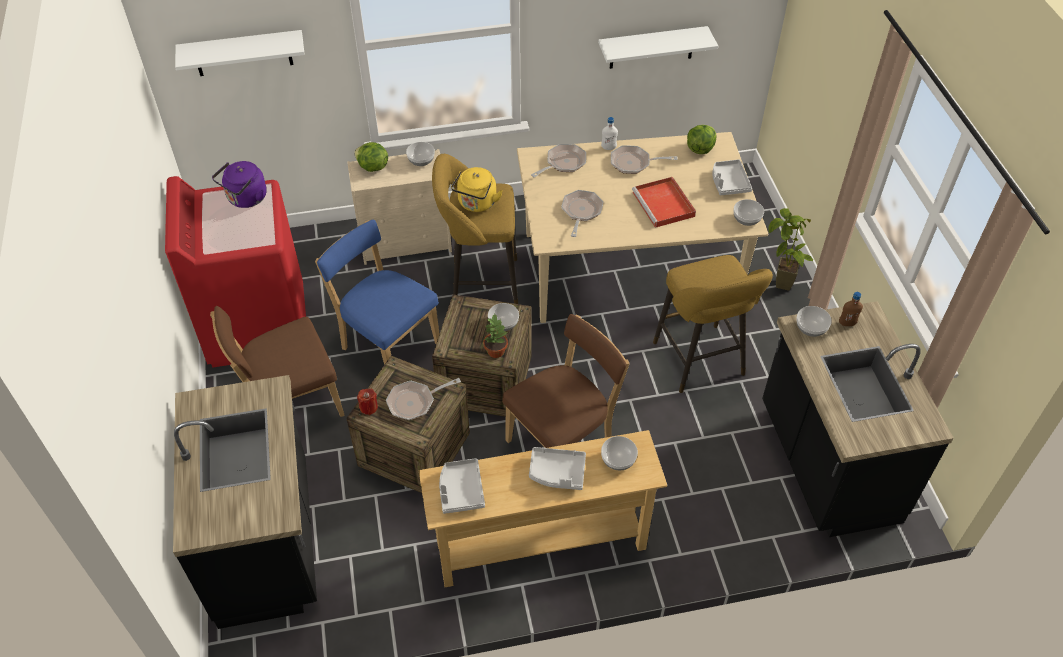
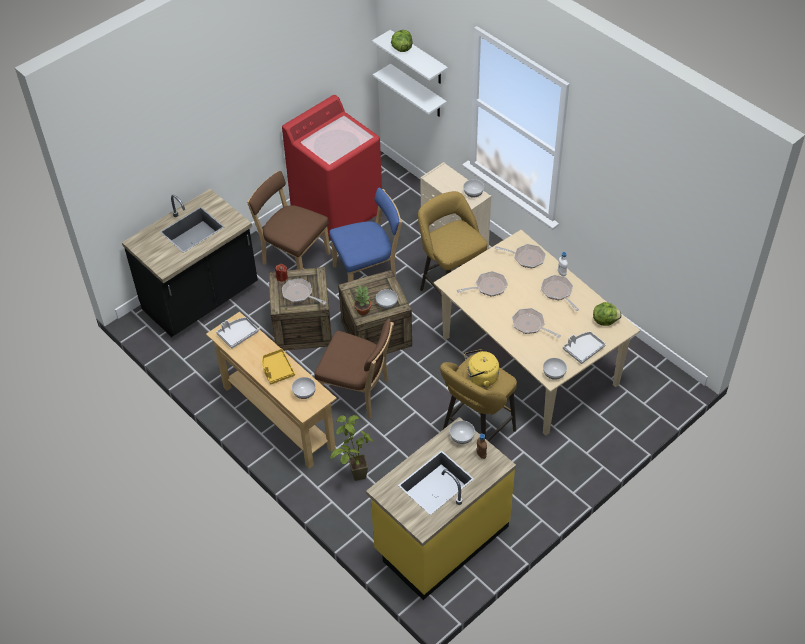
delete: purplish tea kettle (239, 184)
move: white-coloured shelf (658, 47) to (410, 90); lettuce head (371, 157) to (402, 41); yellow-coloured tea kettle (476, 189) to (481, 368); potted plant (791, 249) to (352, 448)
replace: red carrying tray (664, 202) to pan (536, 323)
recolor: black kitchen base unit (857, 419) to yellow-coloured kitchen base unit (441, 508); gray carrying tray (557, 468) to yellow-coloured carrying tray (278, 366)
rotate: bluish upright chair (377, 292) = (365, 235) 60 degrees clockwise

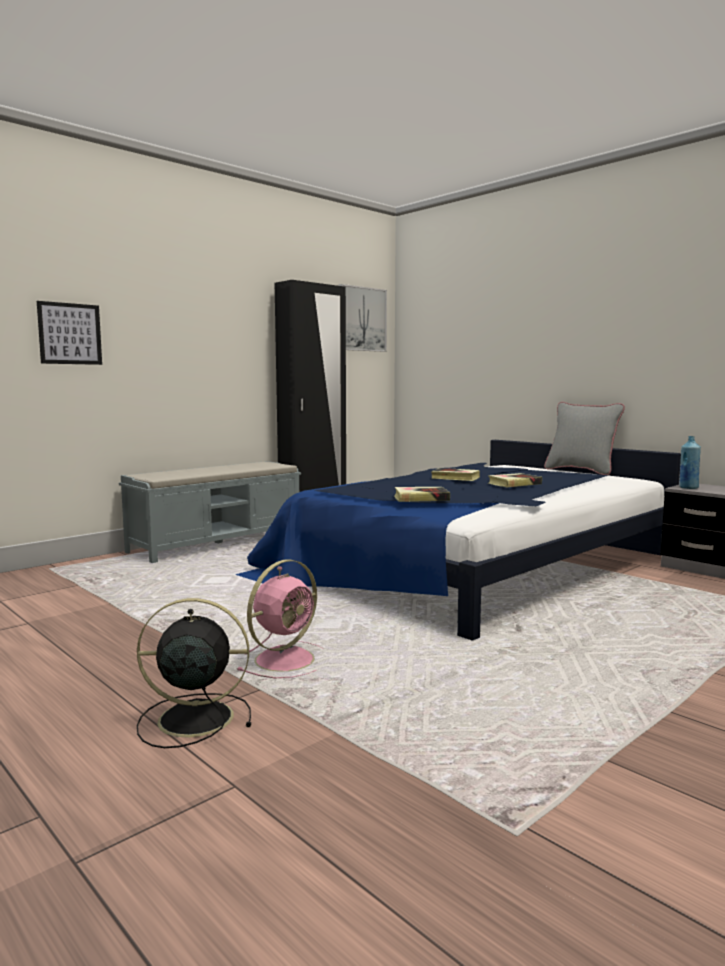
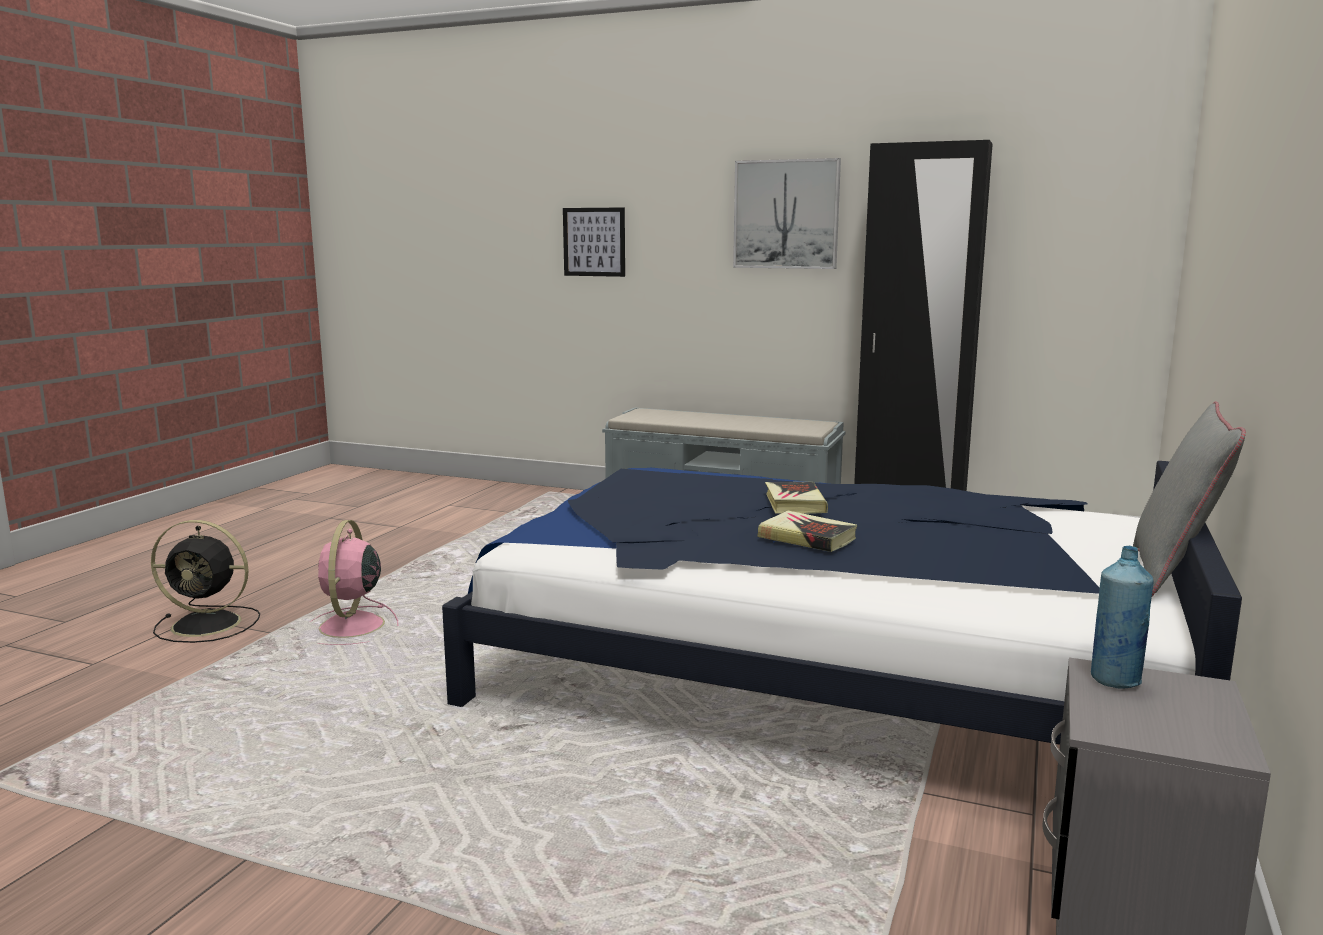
delete: volume (422, 494)
move: picture (363, 318) to (787, 213)
rotate: pinkish fan (280, 619) = (354, 582) 75 degrees clockwise; black fan (194, 673) = (205, 581) 120 degrees clockwise

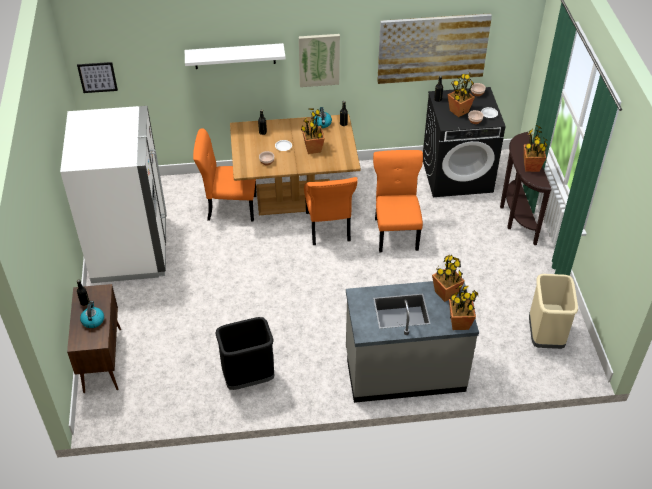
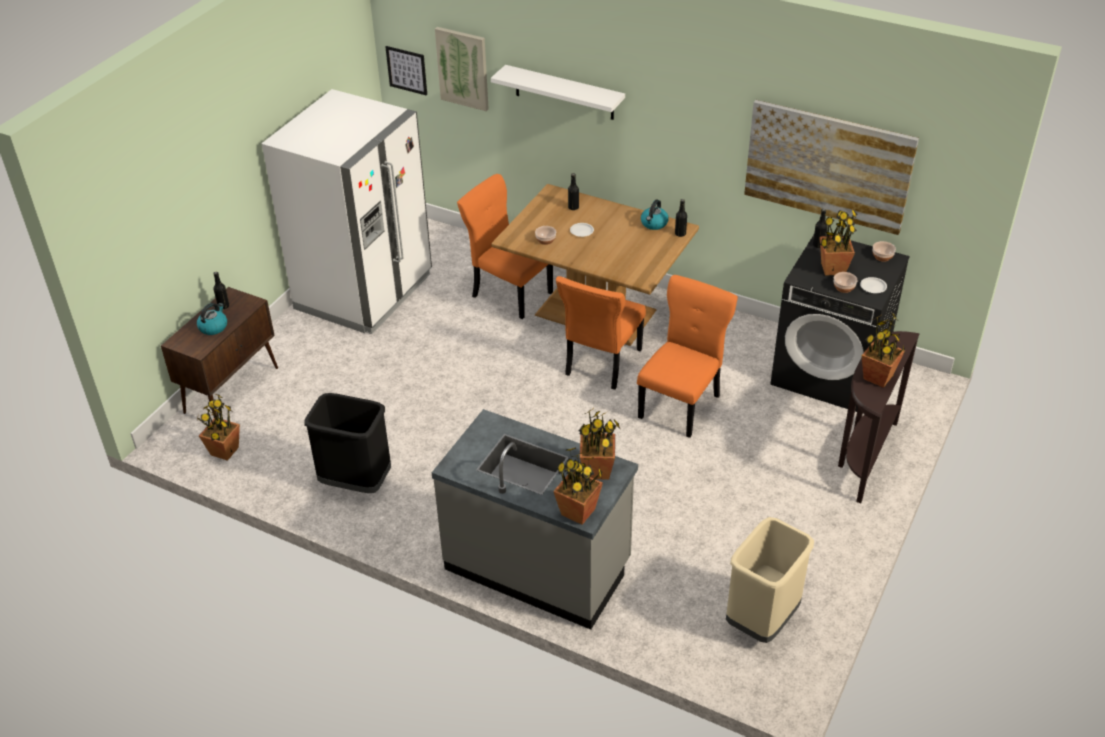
move: picture (319, 60) to (462, 69); potted plant (313, 131) to (218, 427)

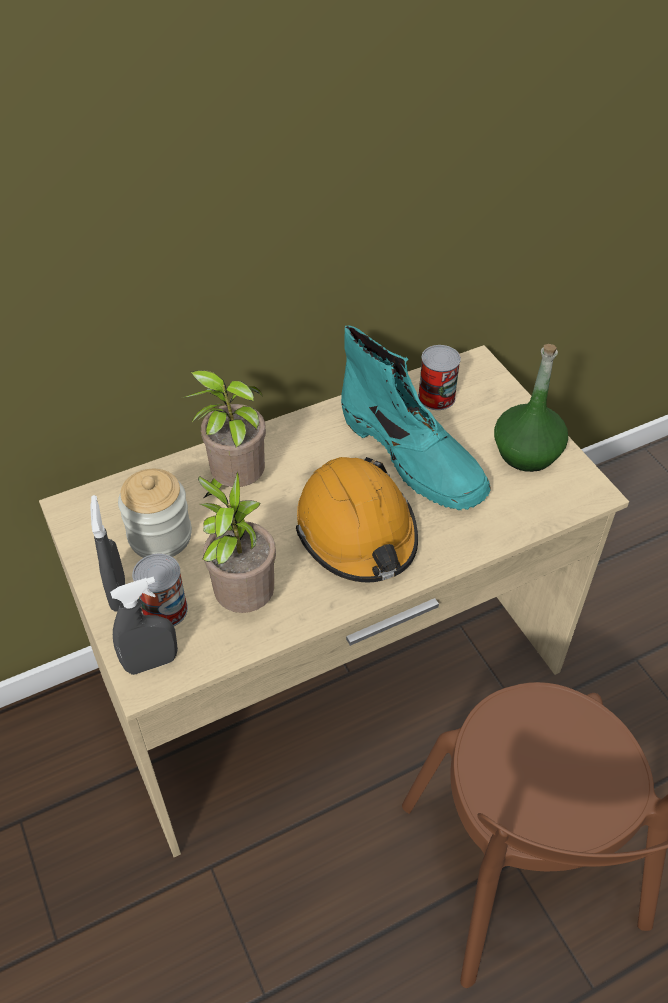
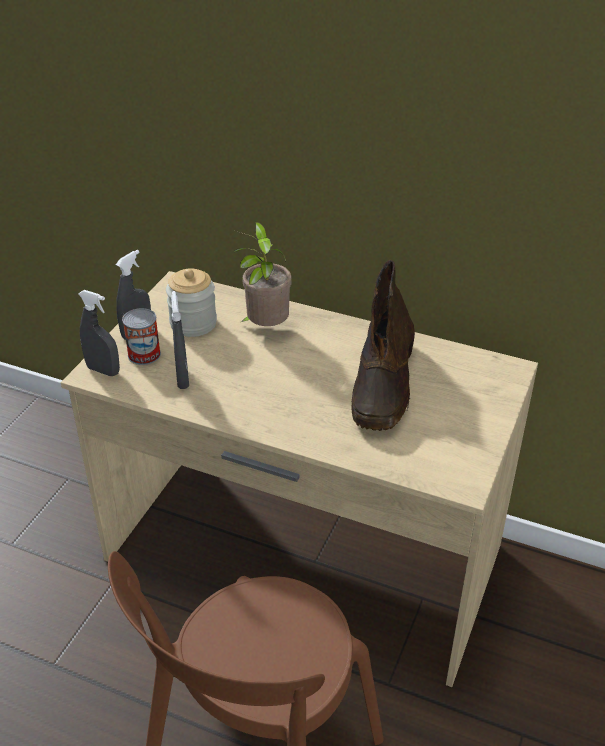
delete: greenish beverage bottle (531, 408); metal can (439, 377); orangey hard hat (357, 519)
replace: potted plant (237, 542) to gray sprayer (180, 340)
recolor: turquoise-coloured high-top boot (416, 418) to brown-coloured high-top boot (383, 345)

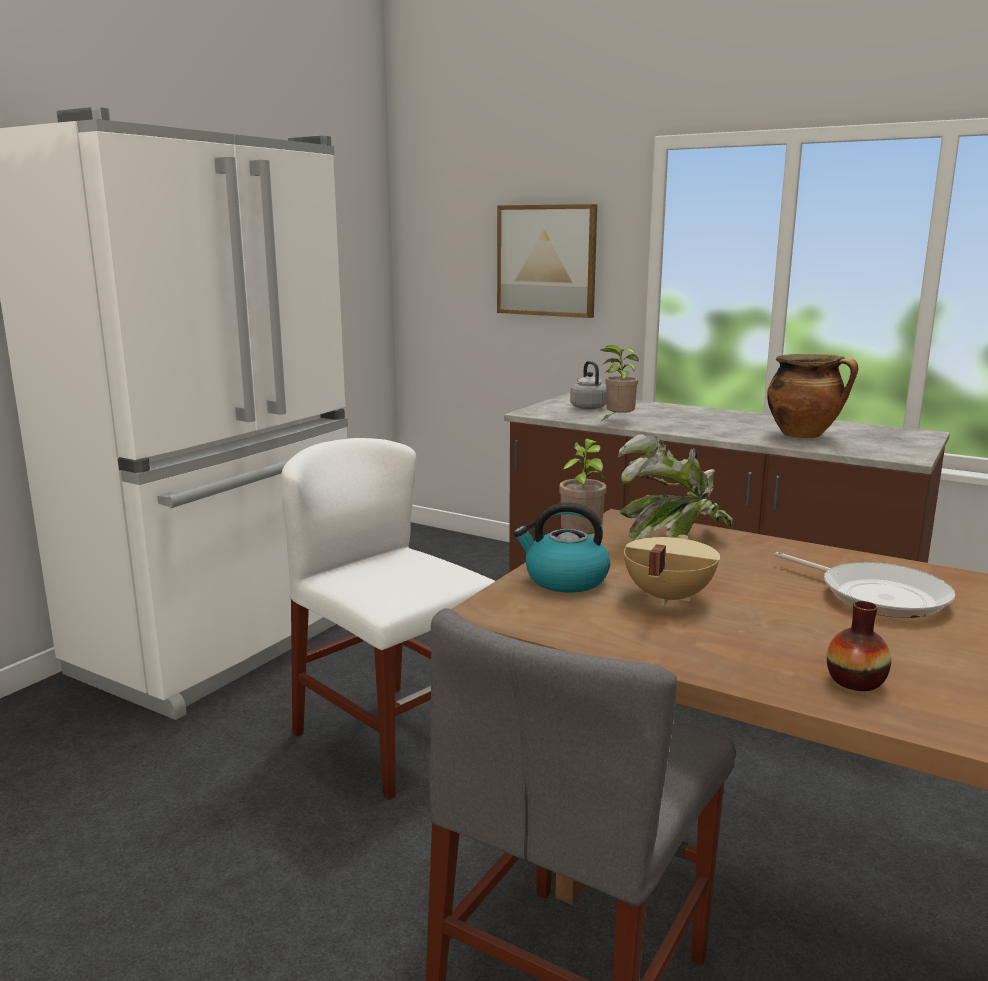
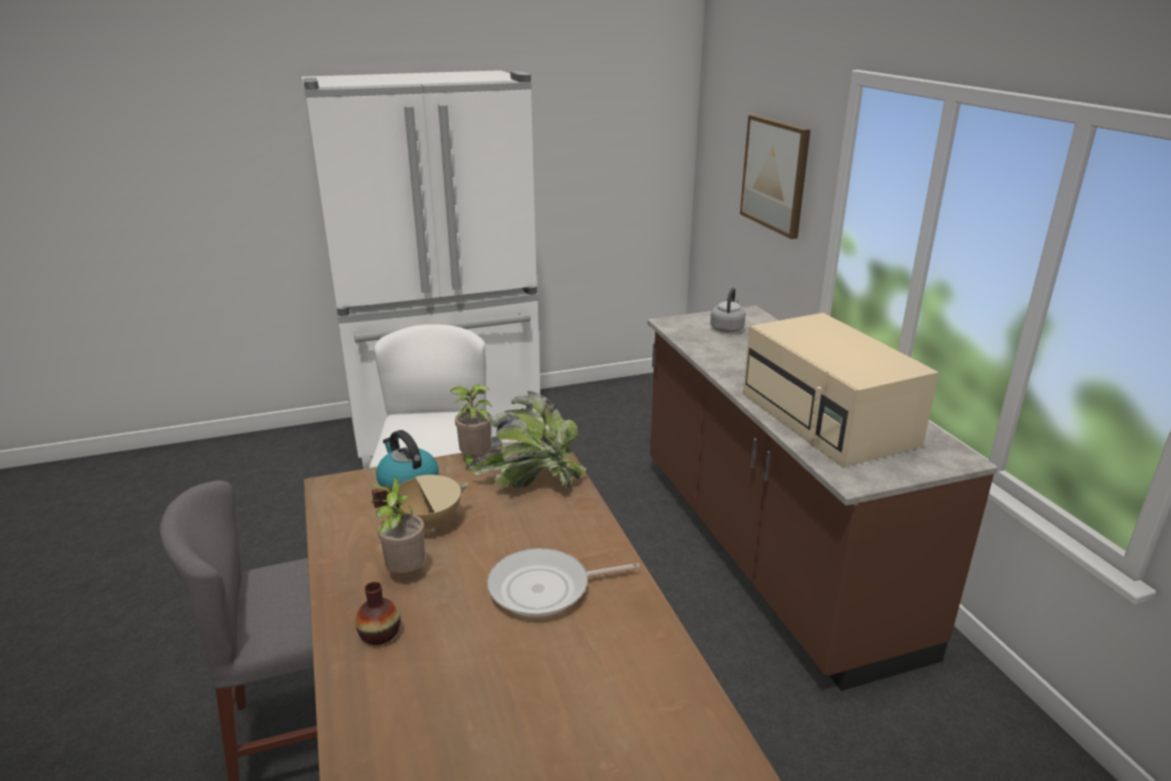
move: potted plant (620, 382) to (398, 524)
replace: stockpot (812, 396) to sand-coloured microwave oven (841, 390)
rotate: pan (864, 585) = (563, 582) 75 degrees clockwise

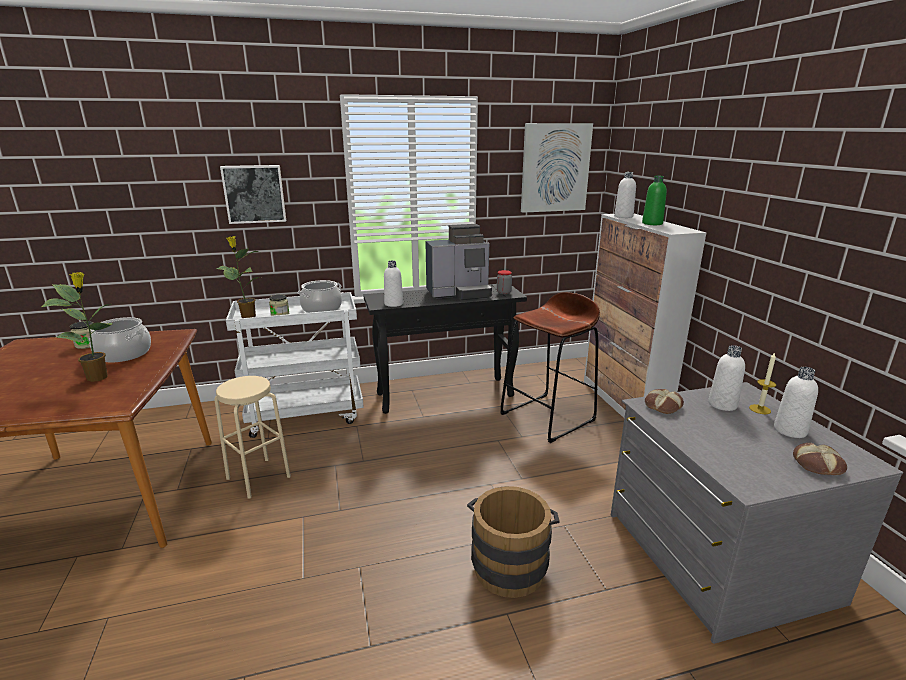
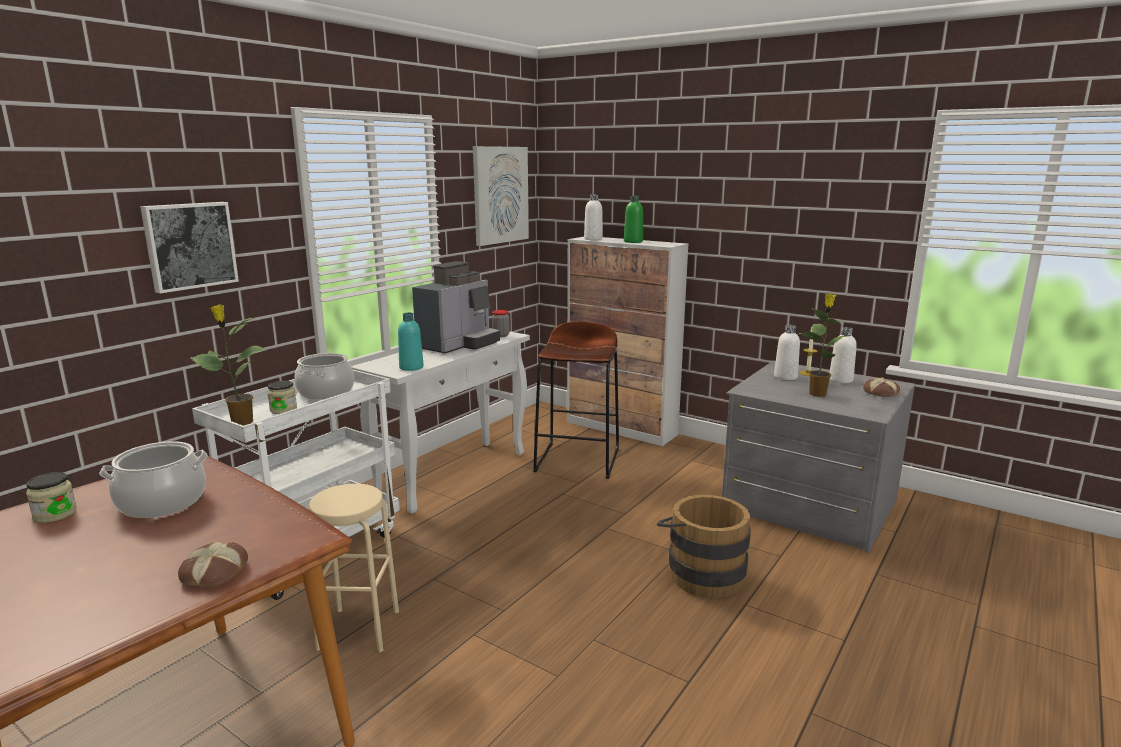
move: potted plant (76, 327) to (823, 345); baked bread (664, 401) to (213, 564)
recolor: white-coloured beverage bottle (393, 284) to turquoise-coloured beverage bottle (410, 341); black hall table (445, 349) to white-coloured hall table (441, 422)

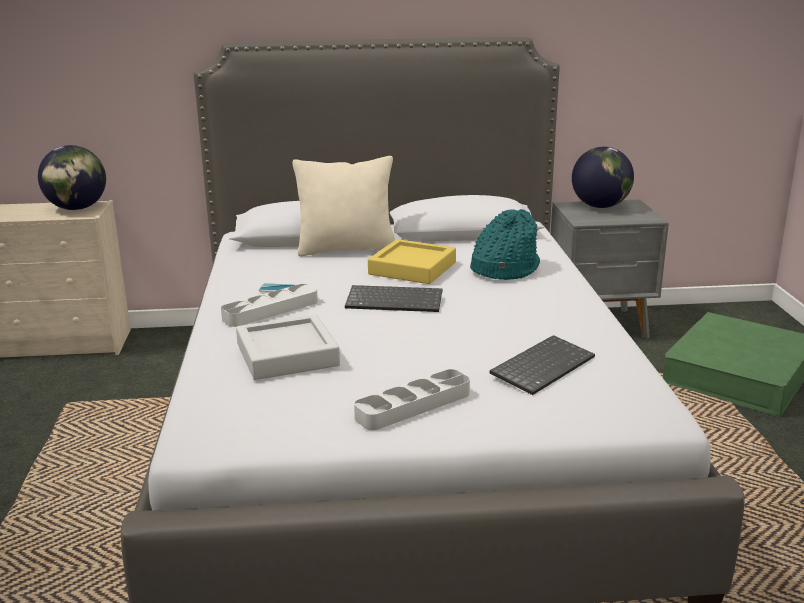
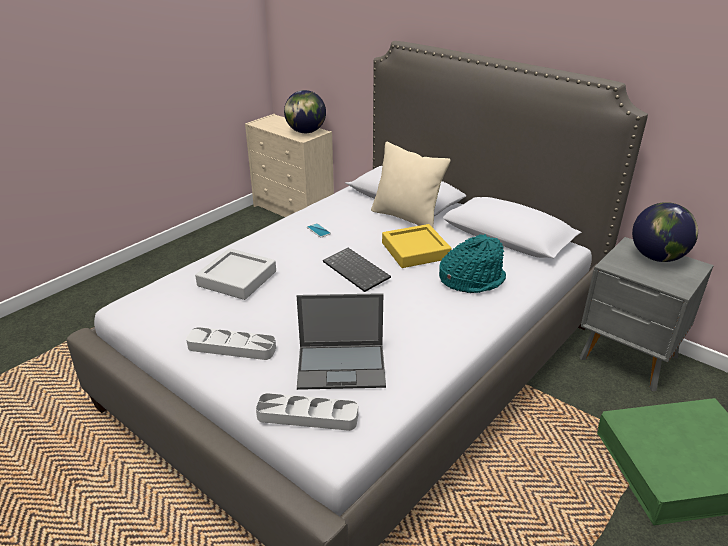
move: gray carrying tray (269, 305) to (307, 412)
replace: PC keyboard (542, 365) to notebook computer (341, 341)

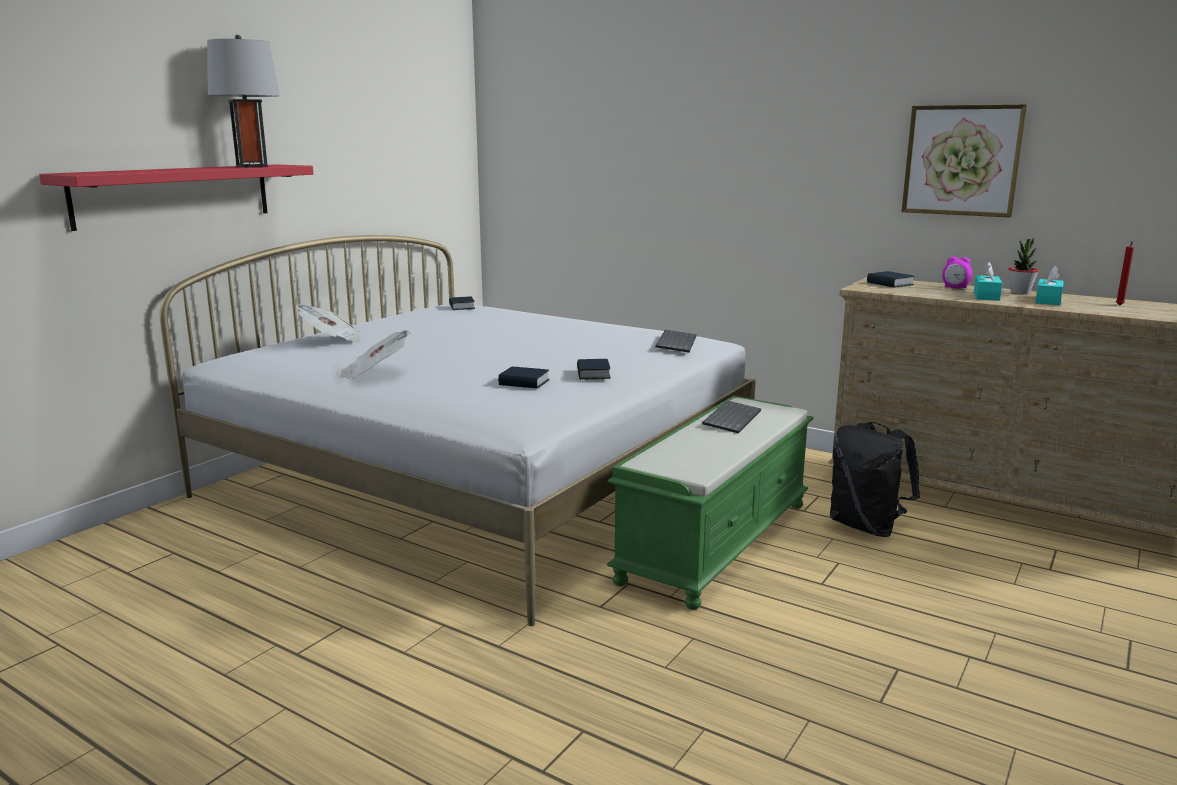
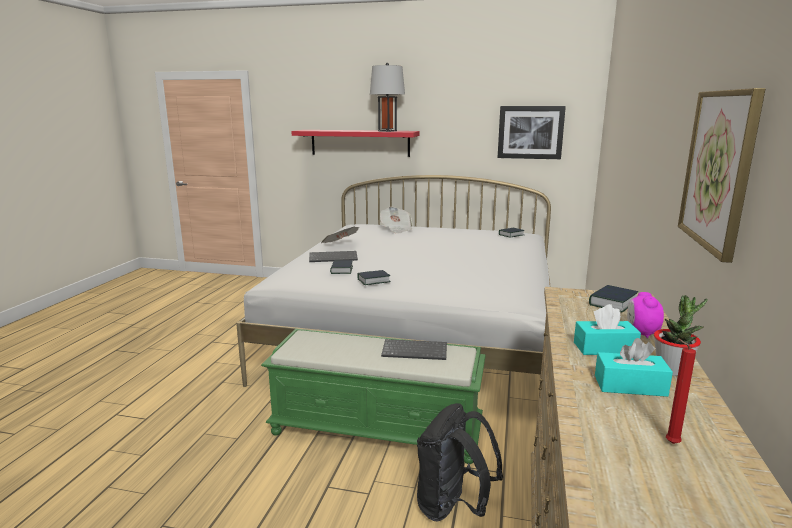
insert: picture (532, 132)
move: PC keyboard (676, 341) to (333, 256)

